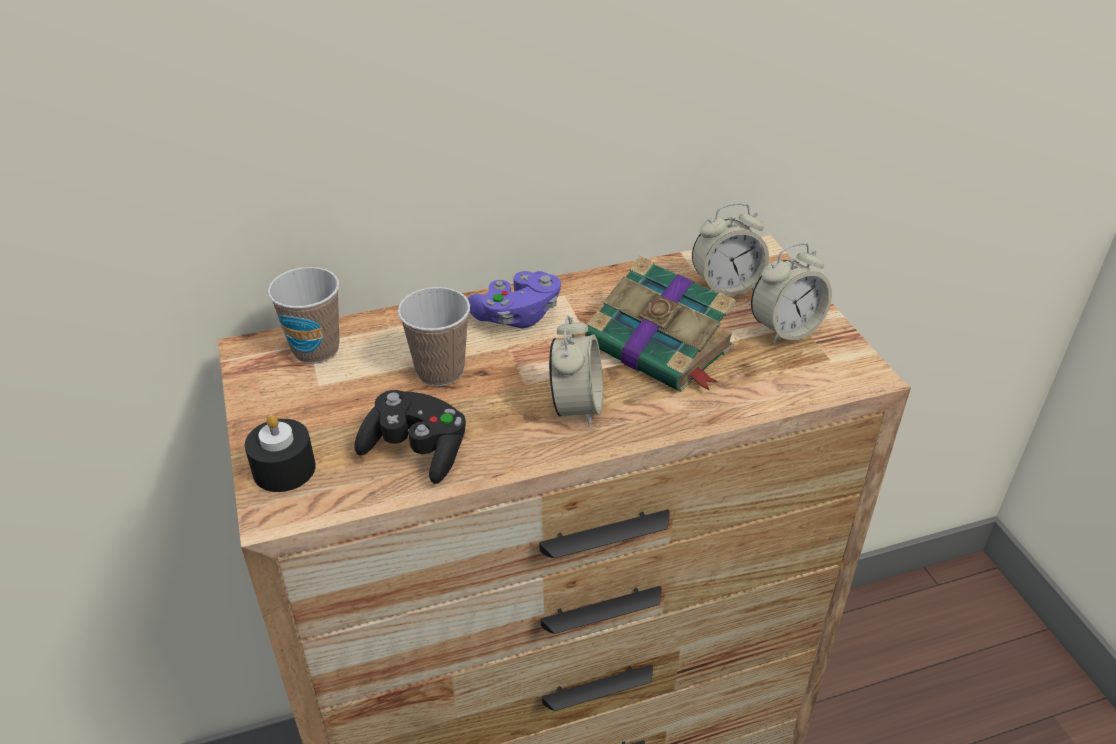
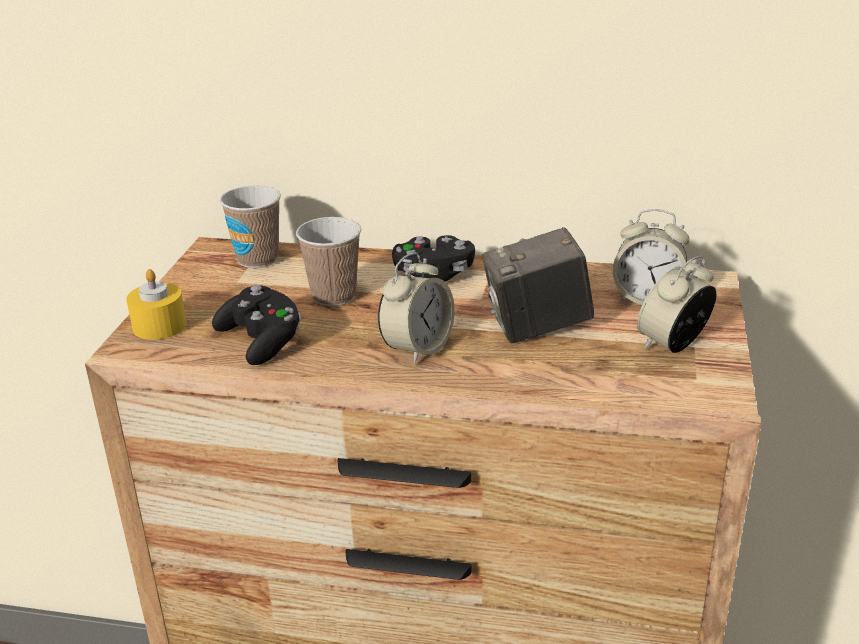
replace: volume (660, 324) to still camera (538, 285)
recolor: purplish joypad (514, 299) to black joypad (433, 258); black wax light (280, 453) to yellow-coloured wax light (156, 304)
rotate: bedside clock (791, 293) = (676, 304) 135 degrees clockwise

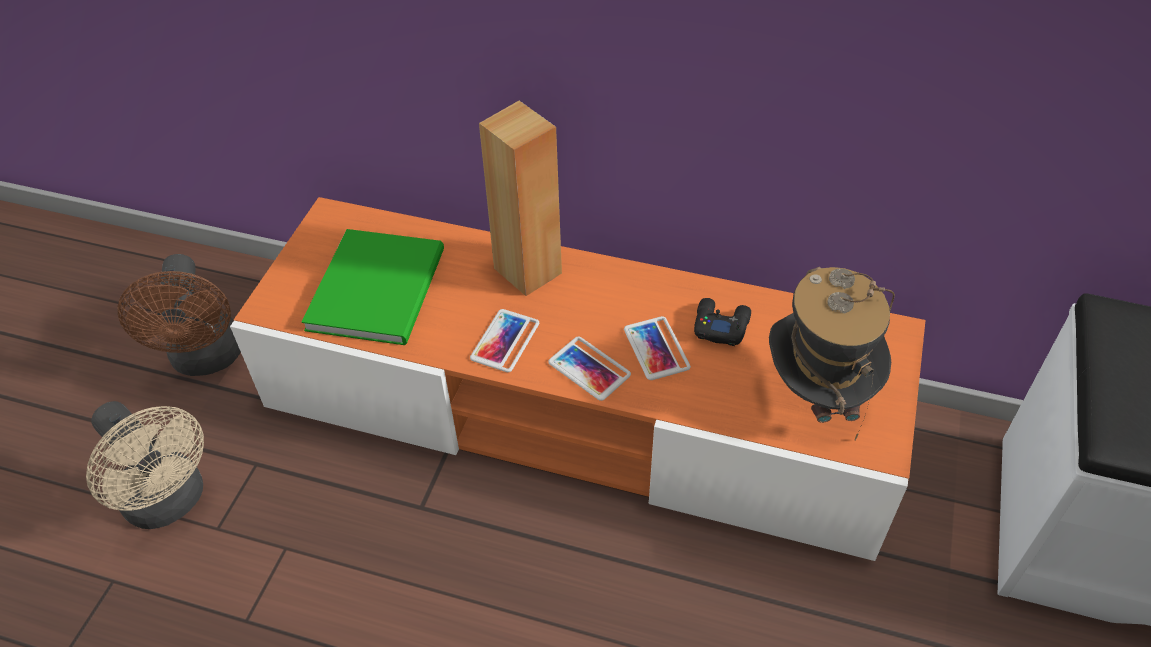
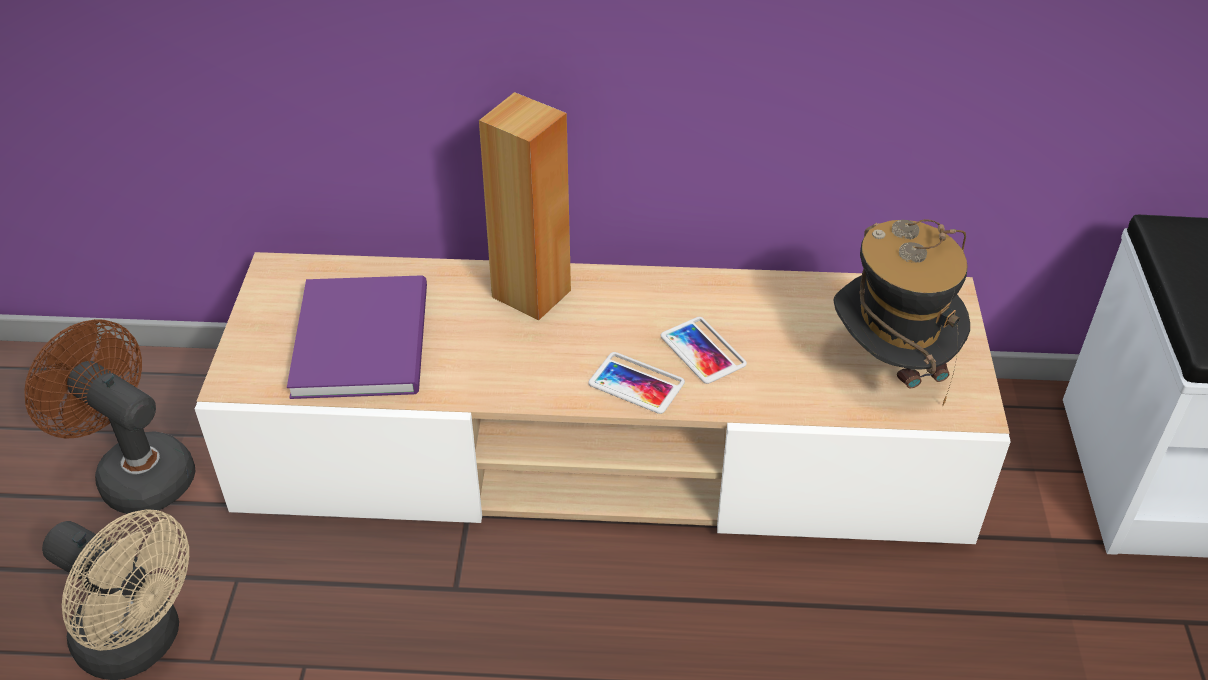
delete: black joypad (722, 322); phone (504, 340)
recolor: orangey media console (578, 379) to sand-coloured media console (603, 398); greenish volume (372, 287) to purplish volume (357, 337)
rotate: brown-coloured fan (179, 315) = (109, 417) 150 degrees clockwise

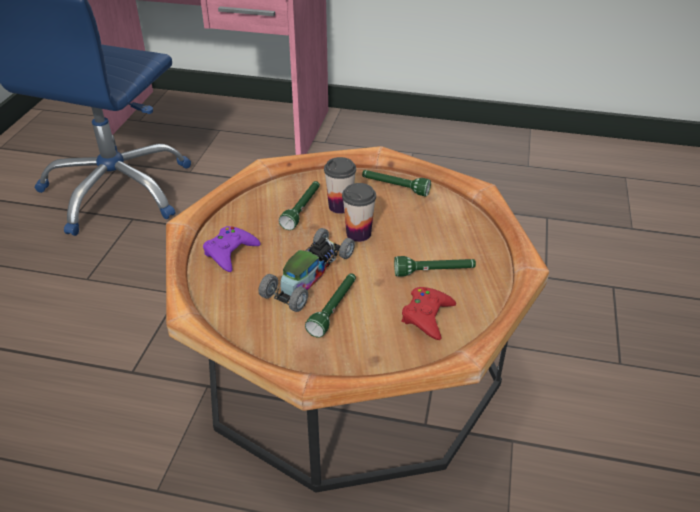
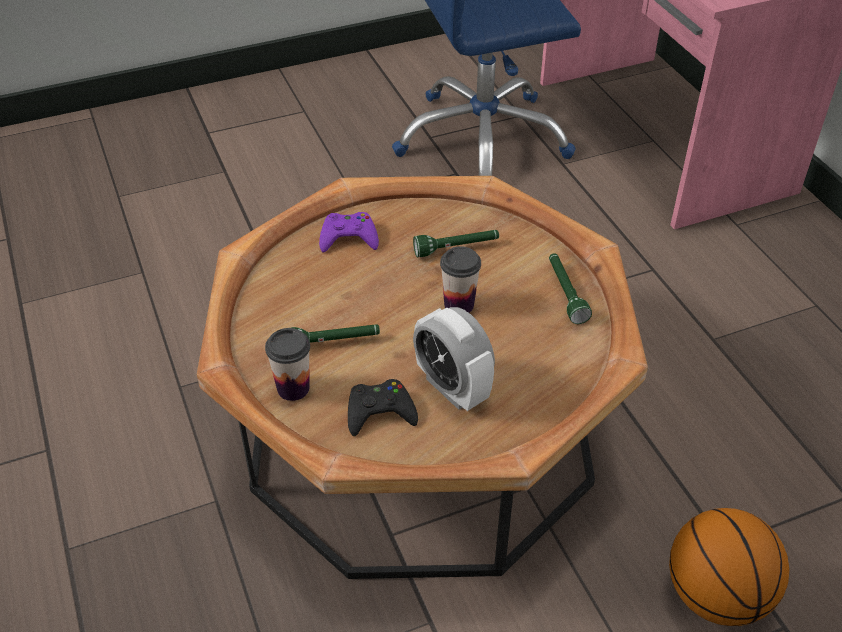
delete: toy car (307, 270)
insert: basketball (729, 567)
move: drinking cup (340, 185) to (287, 364)
replace: greenish flashlight (435, 266) to bedside clock (454, 359)
recolor: red joypad (428, 313) to black joypad (383, 407)

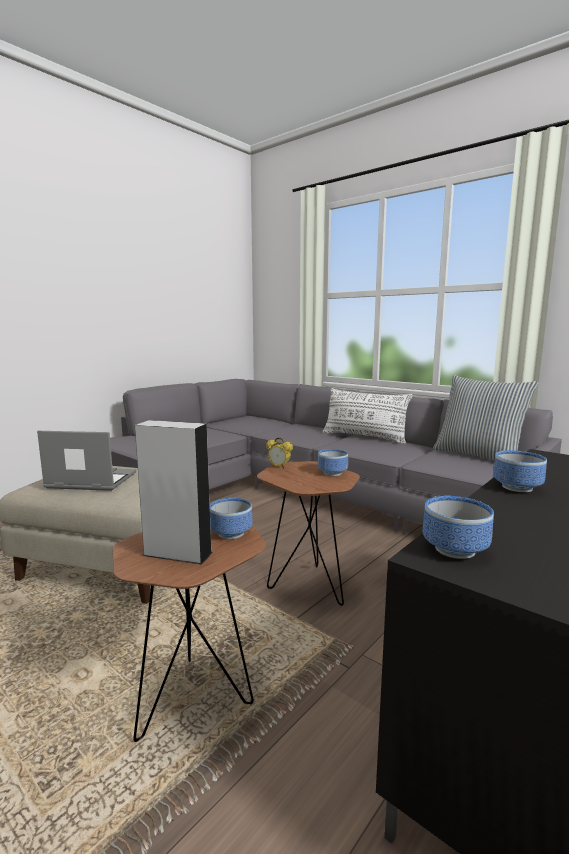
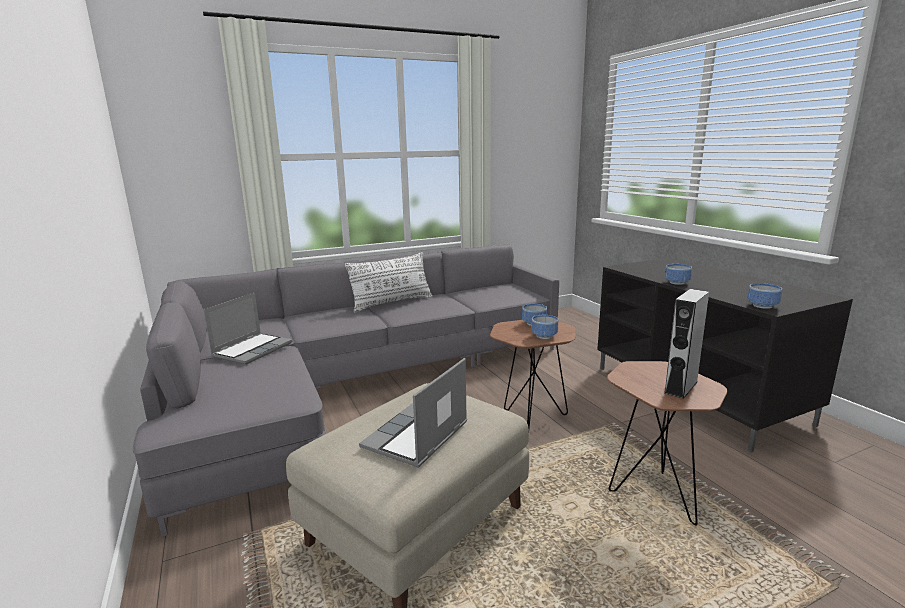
delete: pillow (486, 417); bedside clock (279, 452)
insert: notebook computer (247, 329)
move: deep dish (231, 518) to (544, 327)

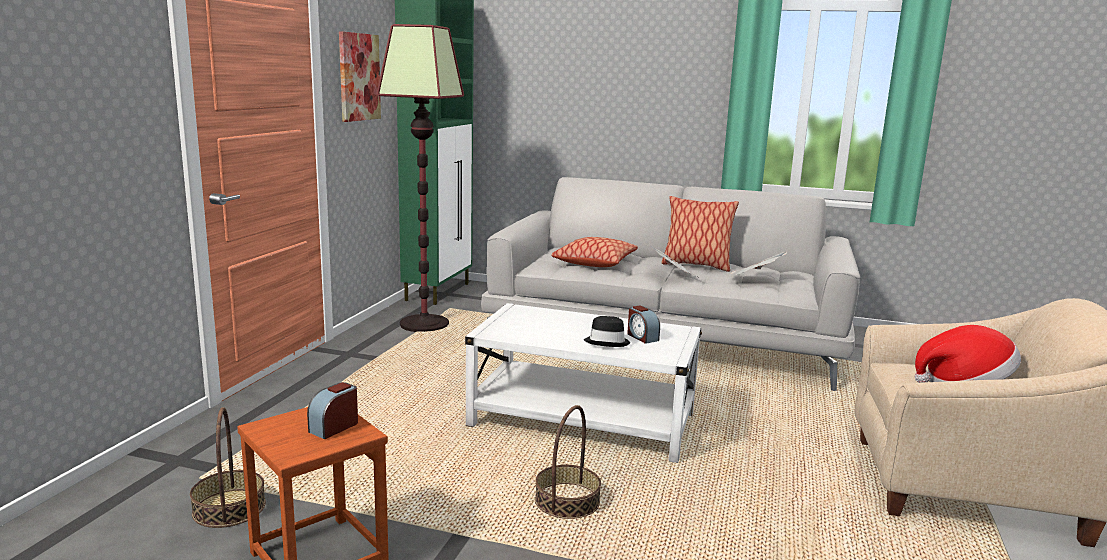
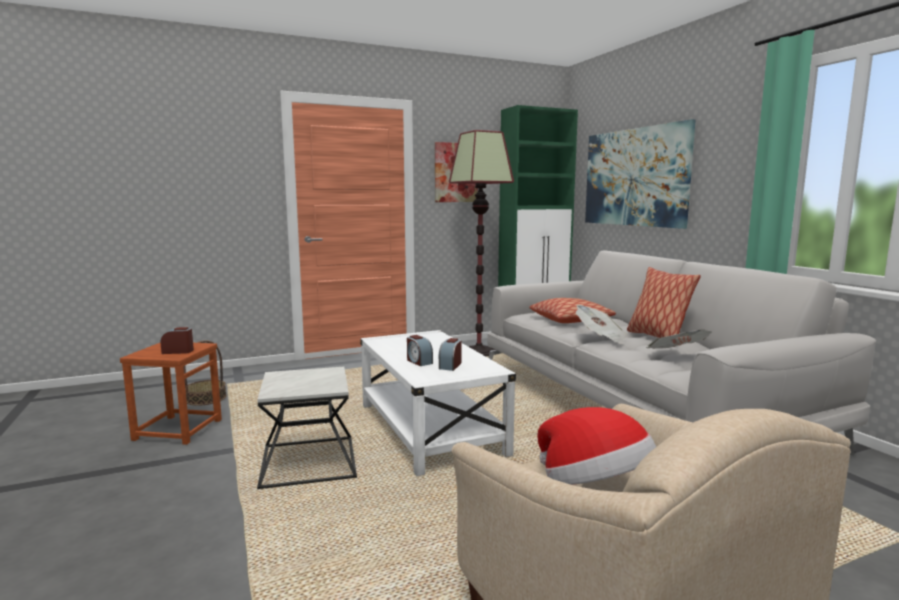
insert: picture (640, 174)
replace: black wearable hat (607, 331) to bedside clock (420, 350); household basket (568, 462) to accent table (307, 428)

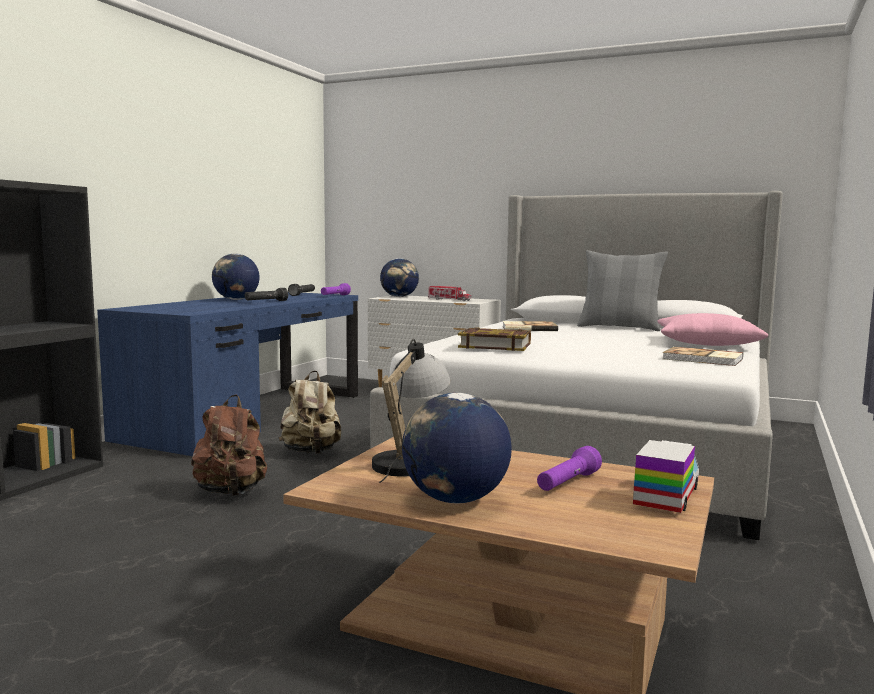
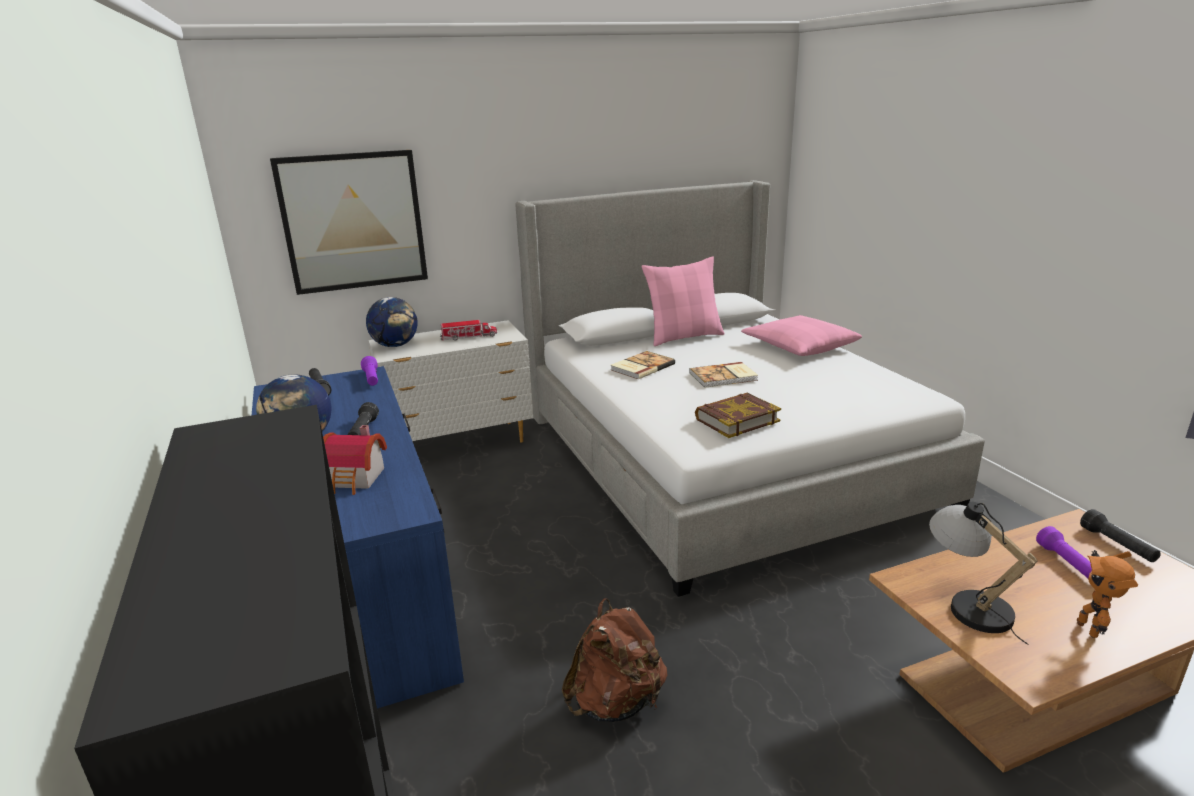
delete: sand-coloured backpack (310, 412)
insert: picture (349, 222); model house (355, 460)
move: volume (703, 356) to (723, 375)
replace: world globe (457, 448) to toy robot (1107, 594); toy lorry (666, 476) to black flashlight (1120, 535)
recolor: gray pillow (622, 290) to pinkish pillow (683, 301)

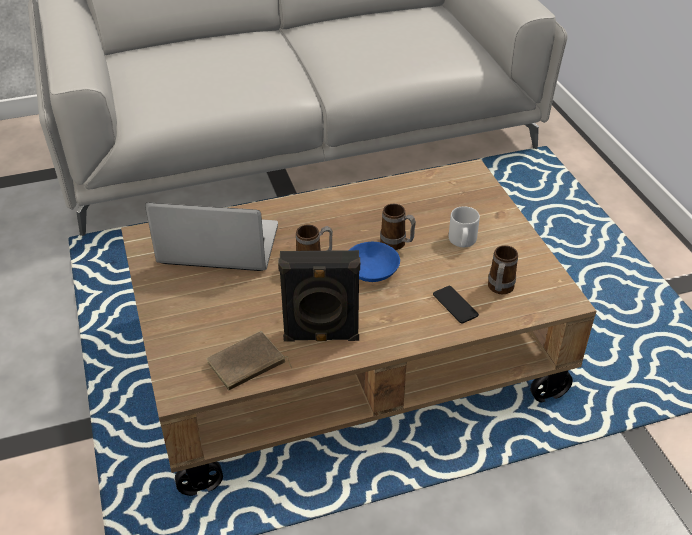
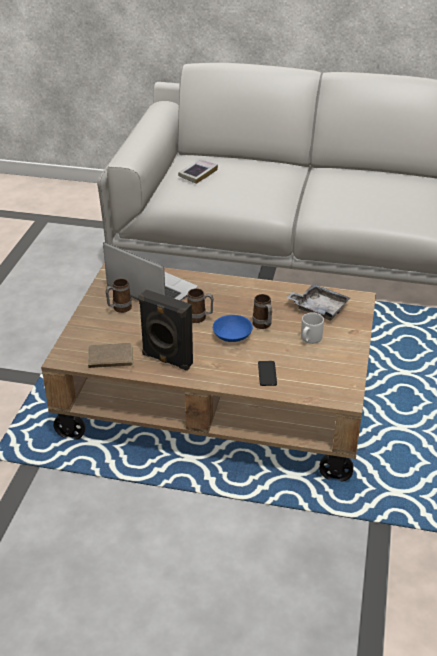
insert: volume (198, 171); gray carrying tray (318, 302)
move: coffee mug (503, 269) to (118, 295)

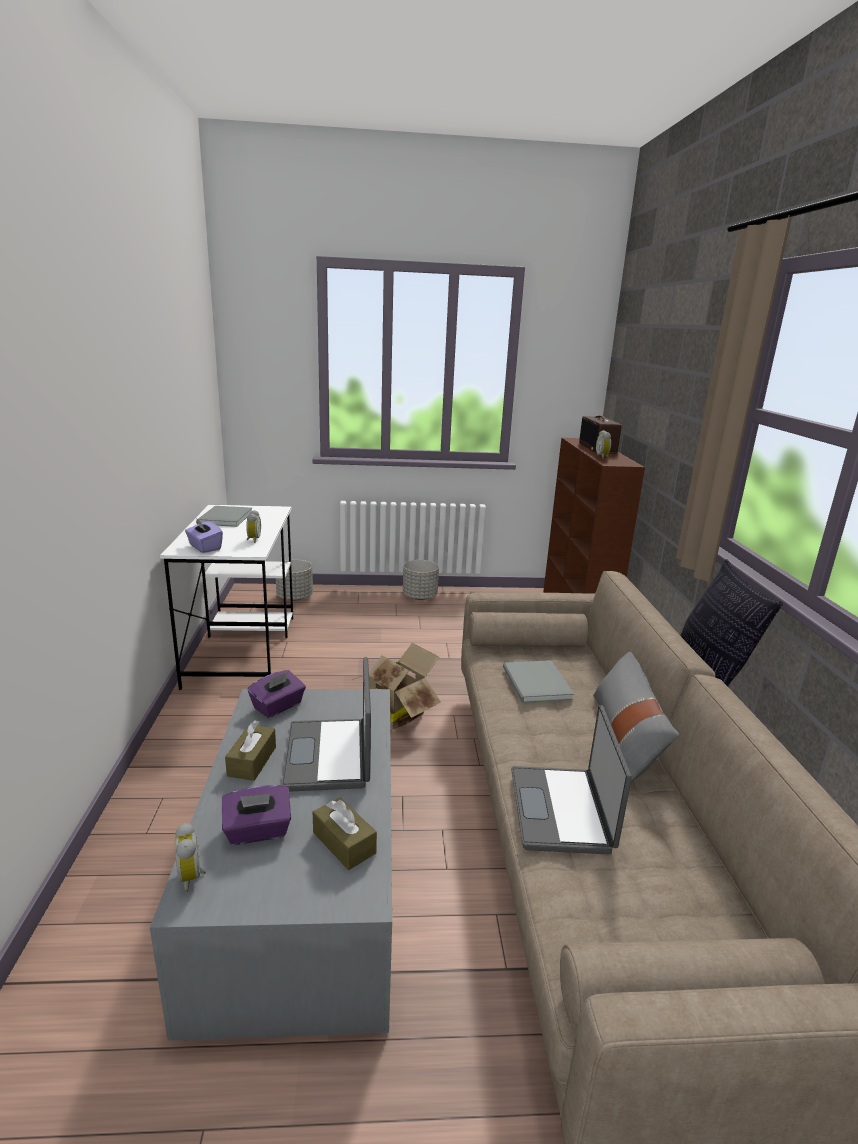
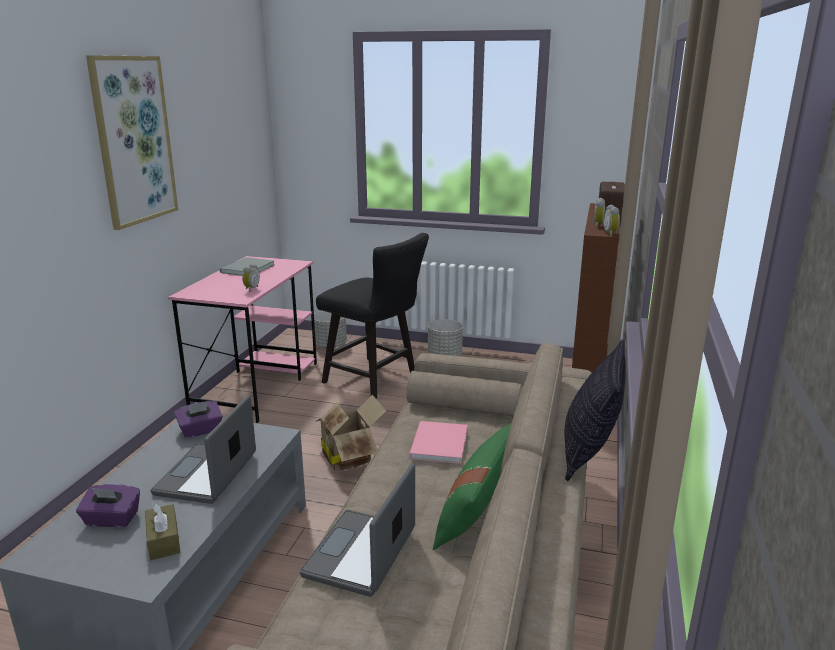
delete: purplish tissue box (204, 535); brown-coloured tissue box (250, 750)
insert: picture (132, 142); black upright chair (372, 316)
move: bedside clock (190, 857) to (611, 220)
recolor: white-coloured desk (226, 597) to pinkish desk (242, 339); gray pillow (636, 717) to greenish pillow (472, 486); gray volume (538, 681) to pinkish volume (438, 442)

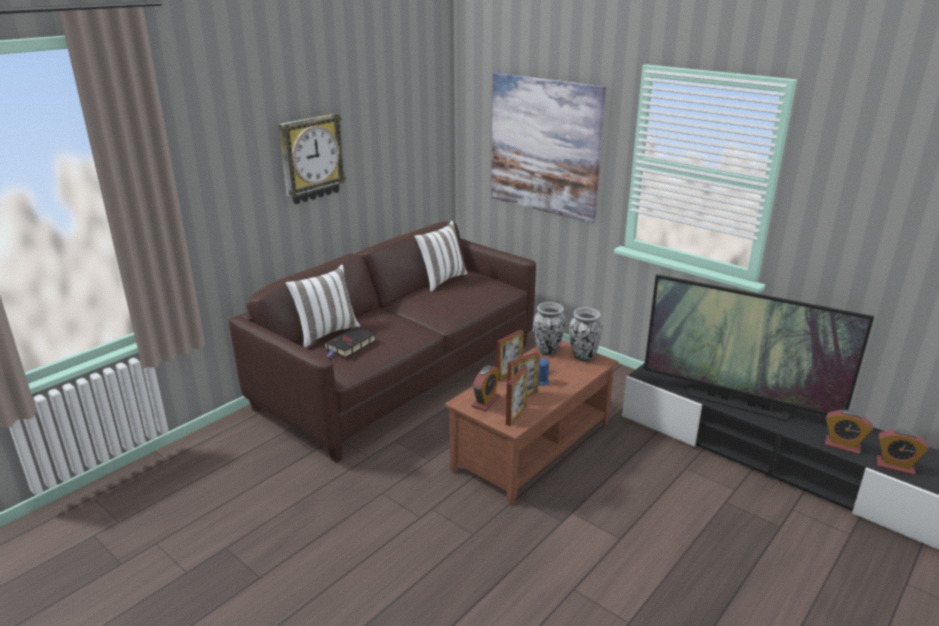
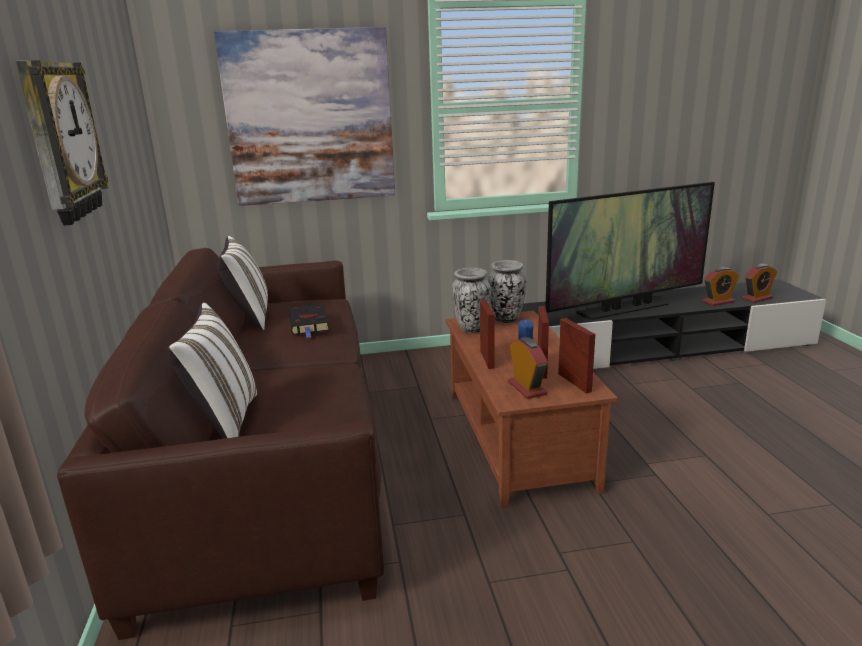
move: black volume (350, 341) to (309, 321)

